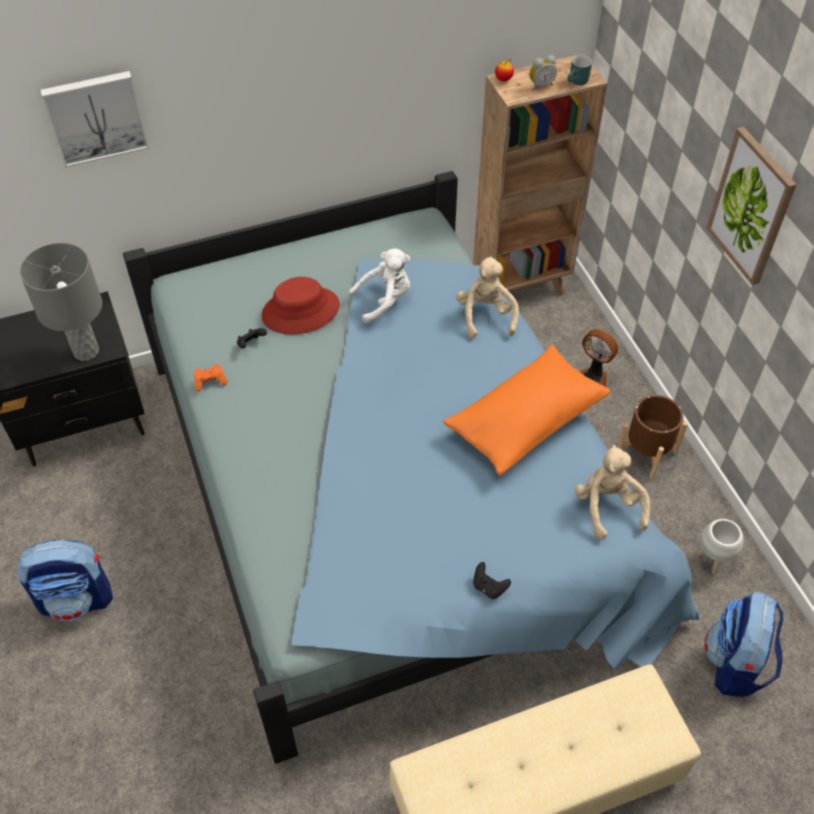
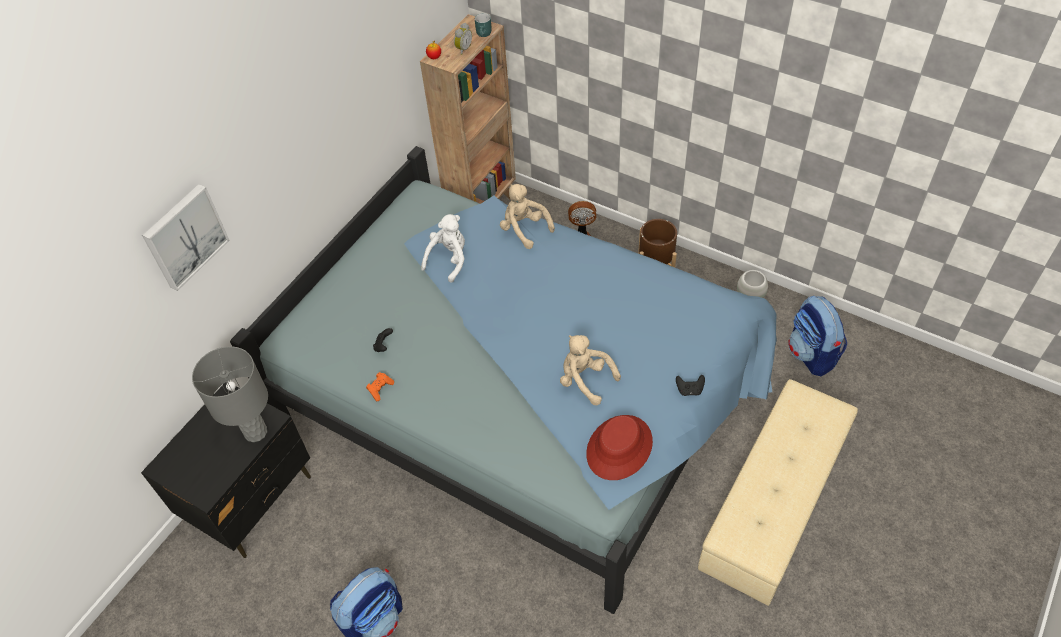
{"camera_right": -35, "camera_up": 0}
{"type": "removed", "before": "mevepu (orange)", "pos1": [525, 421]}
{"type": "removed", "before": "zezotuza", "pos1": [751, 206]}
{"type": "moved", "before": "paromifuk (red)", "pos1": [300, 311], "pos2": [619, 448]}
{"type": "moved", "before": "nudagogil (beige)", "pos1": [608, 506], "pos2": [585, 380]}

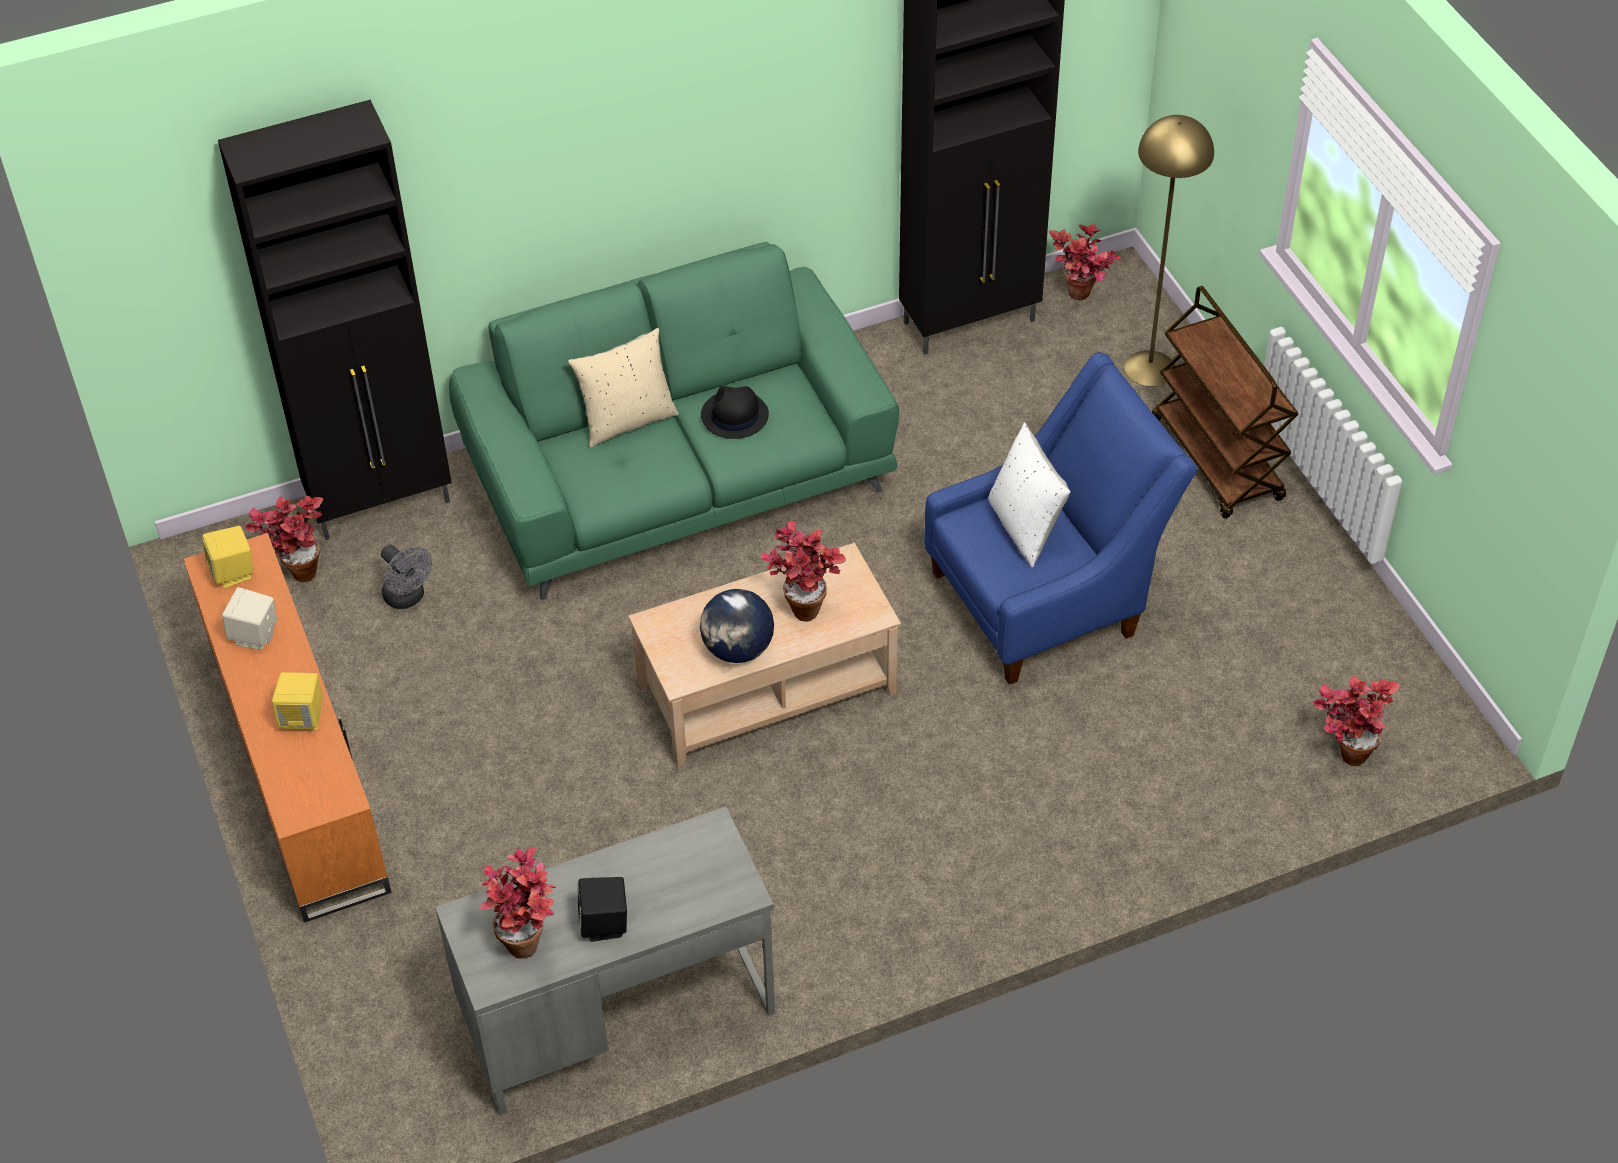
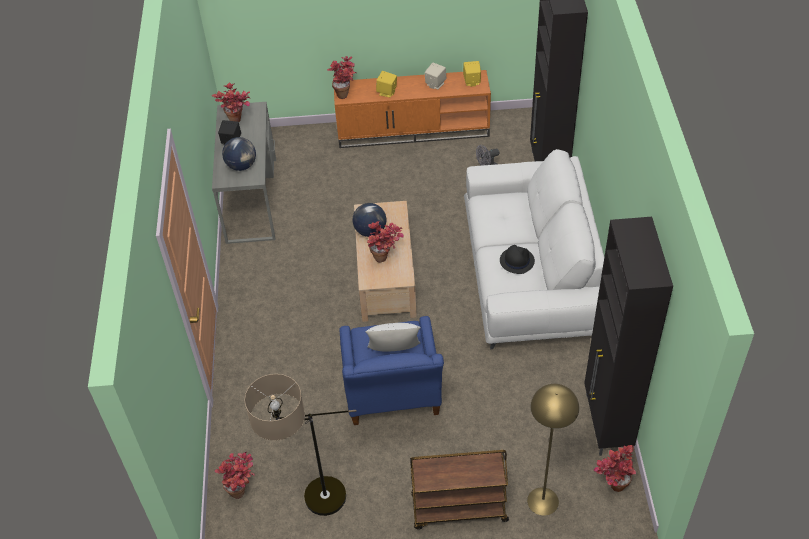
{"camera_right": 110, "camera_up": 0}
{"type": "removed", "before": "mevepu (beige)", "pos1": [627, 421]}
{"type": "added", "after": "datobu", "pos2": [242, 166]}
{"type": "added", "after": "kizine", "pos2": [311, 506]}
{"type": "moved", "before": "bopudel", "pos1": [296, 571], "pos2": [345, 93]}
{"type": "recoloured", "before": "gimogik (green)", "after": "gimogik (white)", "pos1": [679, 475], "pos2": [529, 273]}

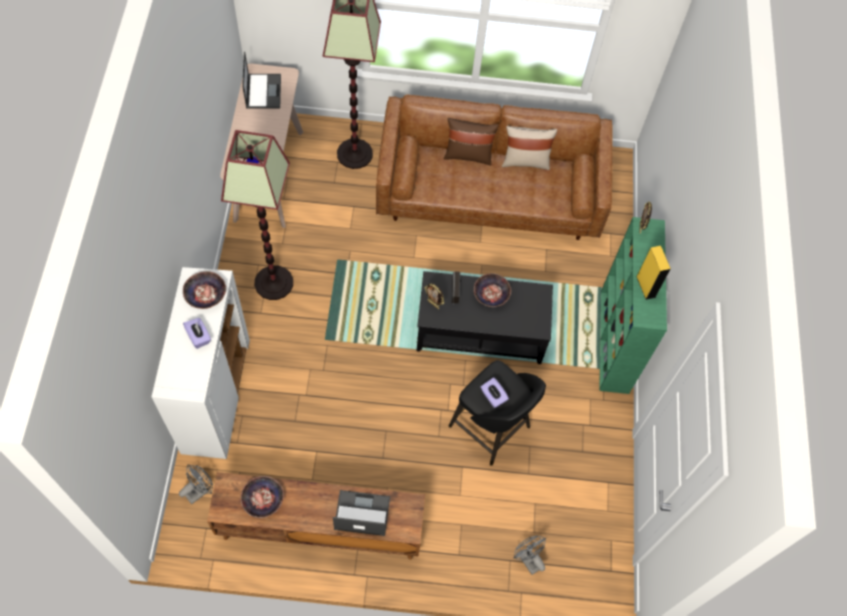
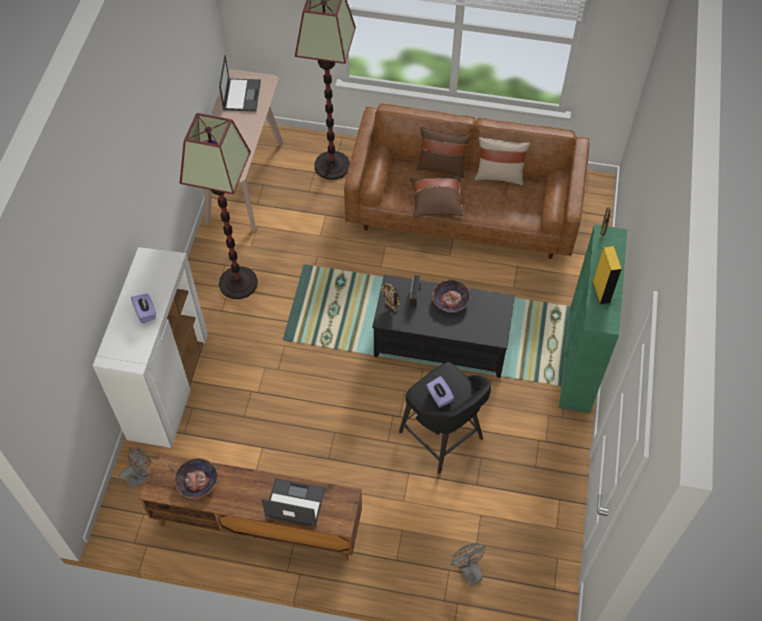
{"camera_right": 10, "camera_up": -5}
{"type": "removed", "before": "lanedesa", "pos1": [205, 294]}
{"type": "added", "after": "mevepu (brown)", "pos2": [436, 203]}

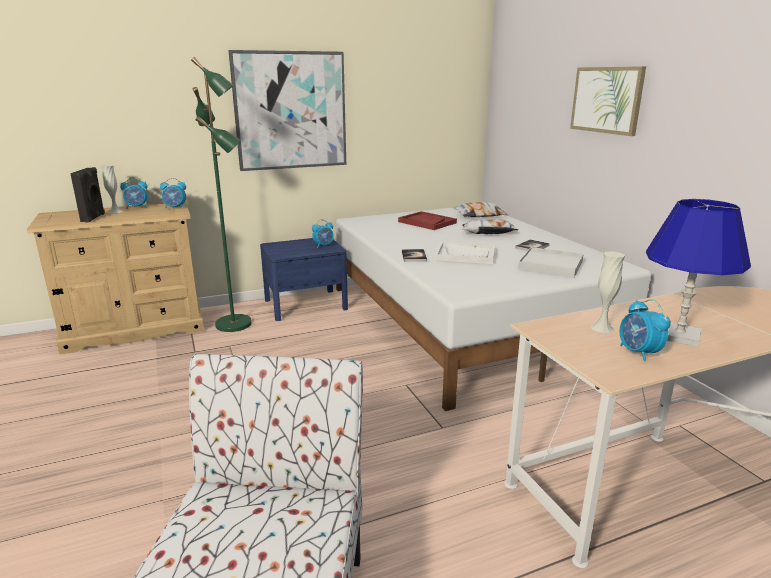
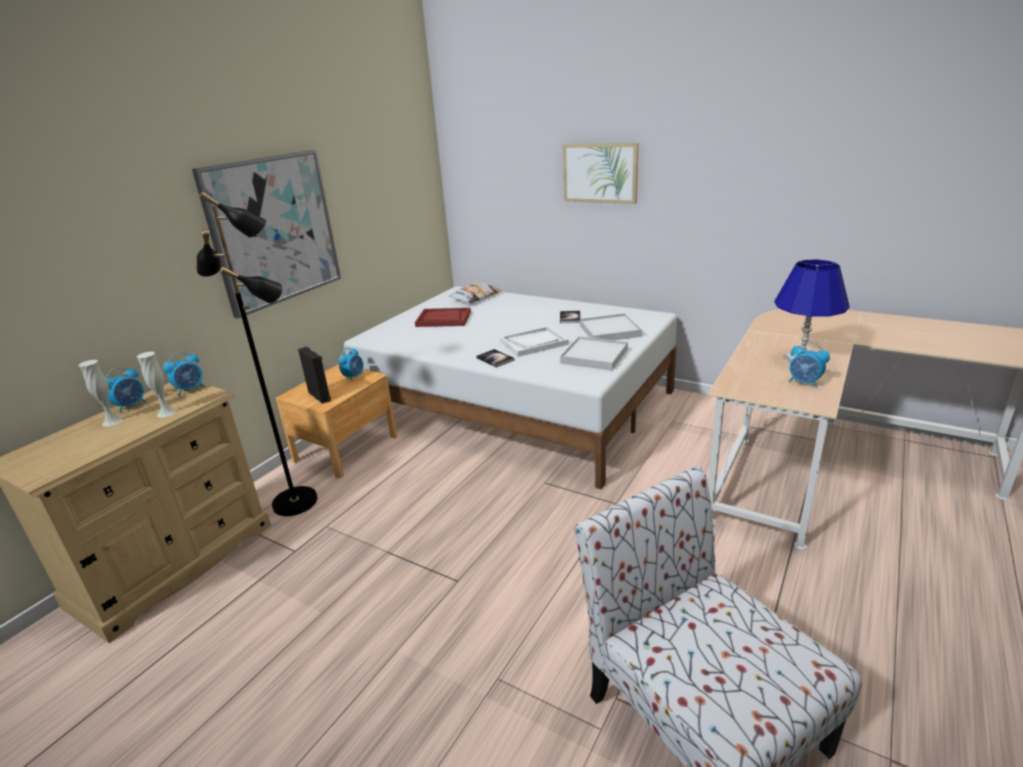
{"camera_right": -35, "camera_up": 5}
{"type": "removed", "before": "mevepu", "pos1": [488, 232]}
{"type": "added", "after": "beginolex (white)", "pos2": [594, 356]}
{"type": "moved", "before": "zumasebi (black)", "pos1": [94, 218], "pos2": [320, 396]}
{"type": "moved", "before": "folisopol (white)", "pos1": [602, 328], "pos2": [166, 413]}
{"type": "recoloured", "before": "kizine (green)", "after": "kizine (black)", "pos1": [235, 324], "pos2": [296, 501]}
{"type": "recoloured", "before": "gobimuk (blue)", "after": "gobimuk (brown)", "pos1": [305, 304], "pos2": [346, 448]}

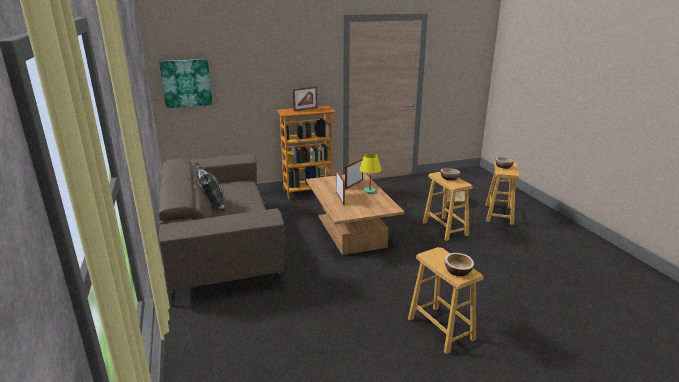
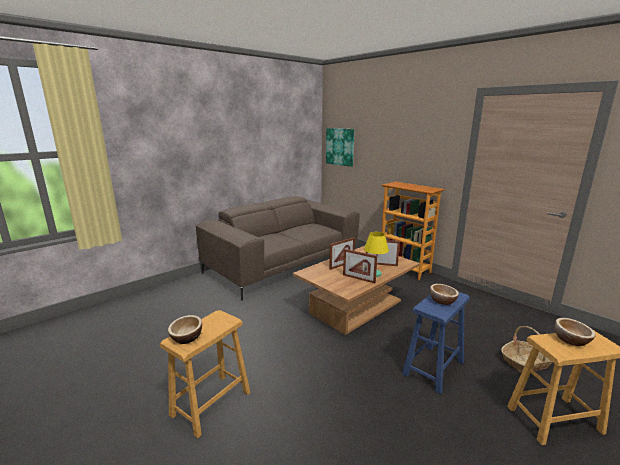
{"camera_right": 65, "camera_up": -5}
{"type": "removed", "before": "mevepu", "pos1": [212, 206]}
{"type": "moved", "before": "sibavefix", "pos1": [305, 109], "pos2": [358, 279]}
{"type": "recoloured", "before": "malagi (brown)", "after": "malagi (blue)", "pos1": [445, 229], "pos2": [433, 368]}

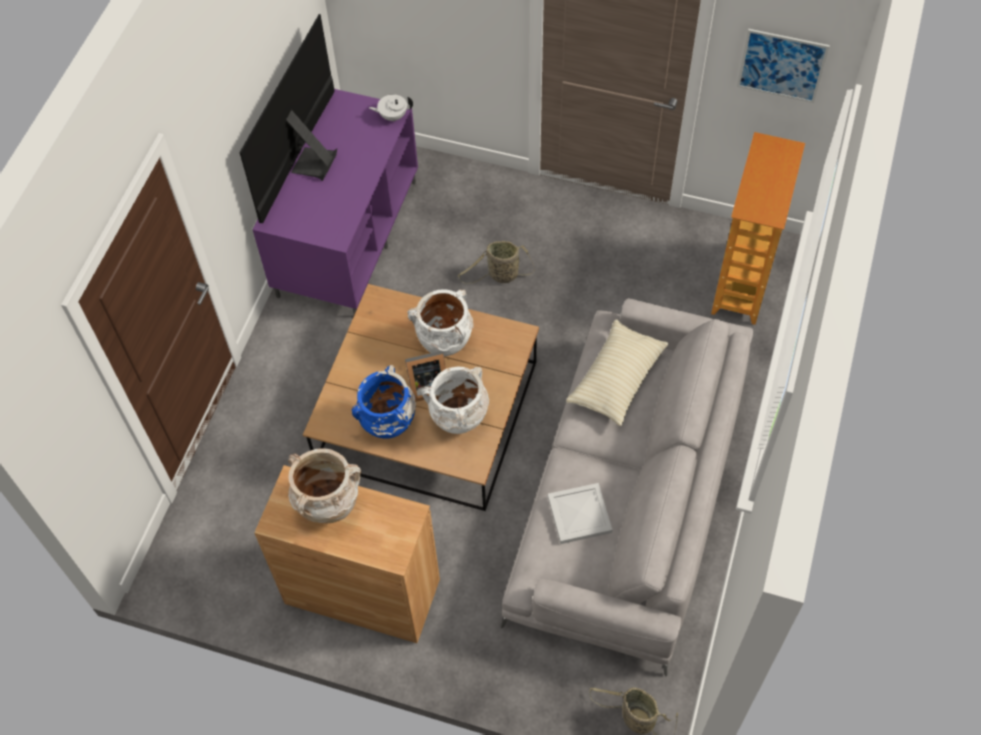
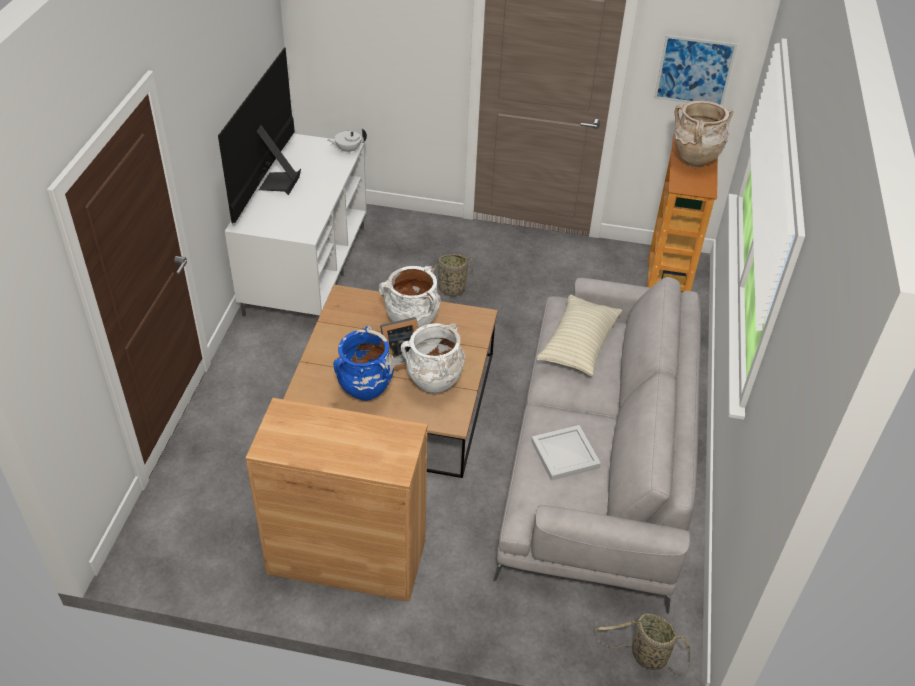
{"camera_right": -10, "camera_up": -15}
{"type": "moved", "before": "folisopol (beige)", "pos1": [328, 509], "pos2": [693, 164]}
{"type": "recoloured", "before": "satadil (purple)", "after": "satadil (white)", "pos1": [347, 236], "pos2": [305, 268]}

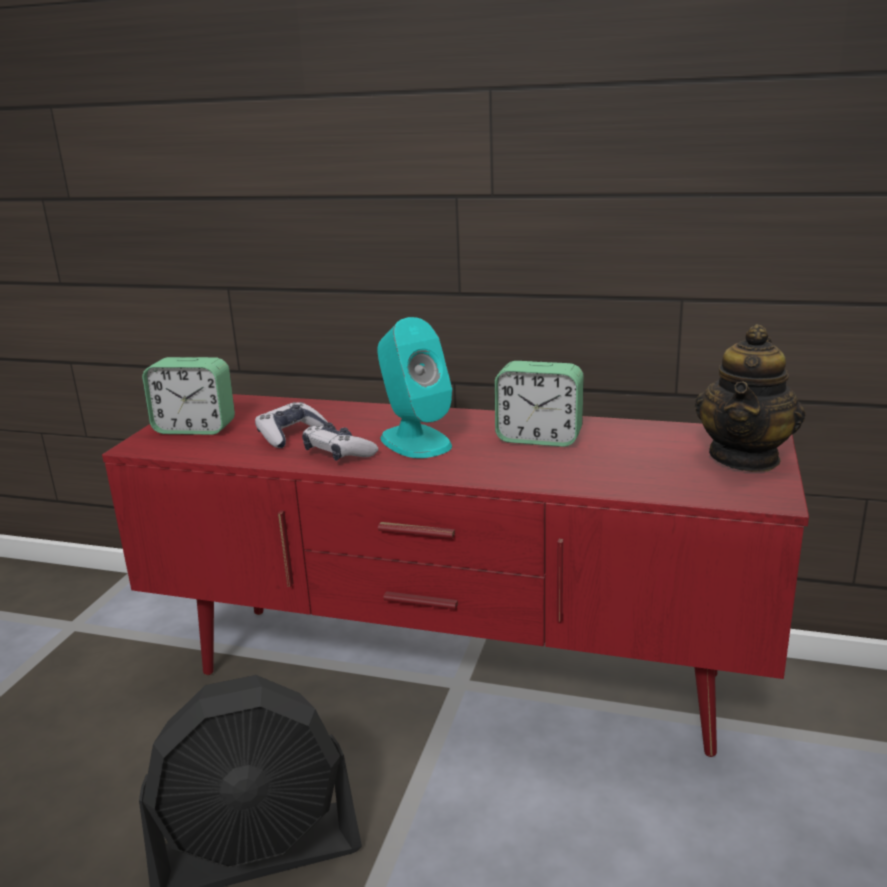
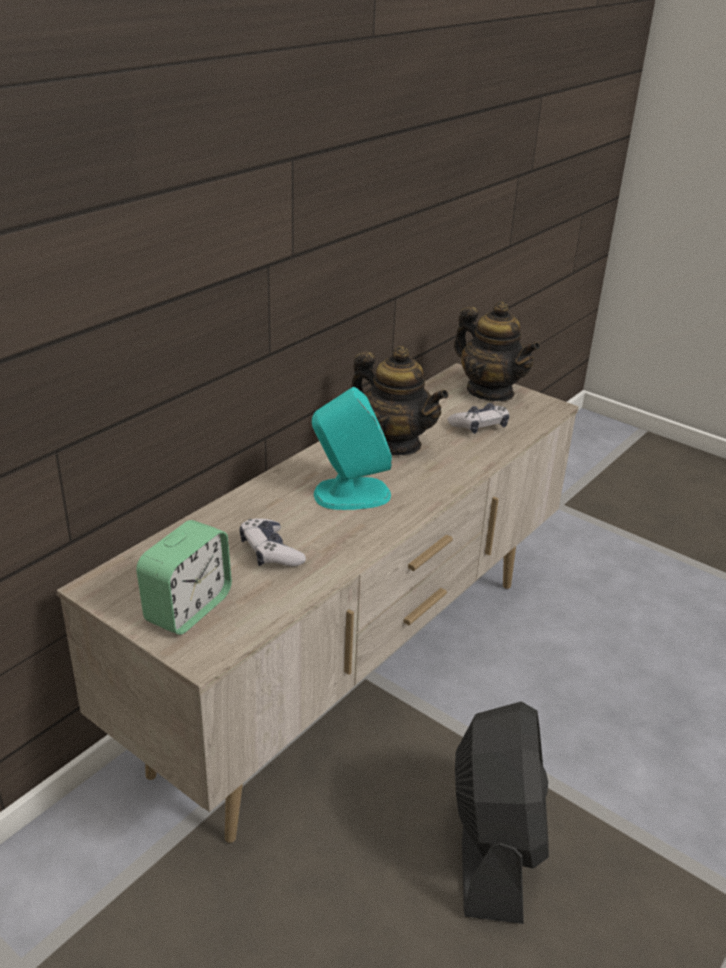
{"camera_right": -70, "camera_up": 10}
{"type": "moved", "before": "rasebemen", "pos1": [338, 453], "pos2": [479, 426]}
{"type": "replaced", "before": "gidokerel", "after": "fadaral", "pos1": [539, 438], "pos2": [394, 443]}
{"type": "recoloured", "before": "satadil (red)", "after": "satadil (beige)", "pos1": [454, 677], "pos2": [354, 671]}

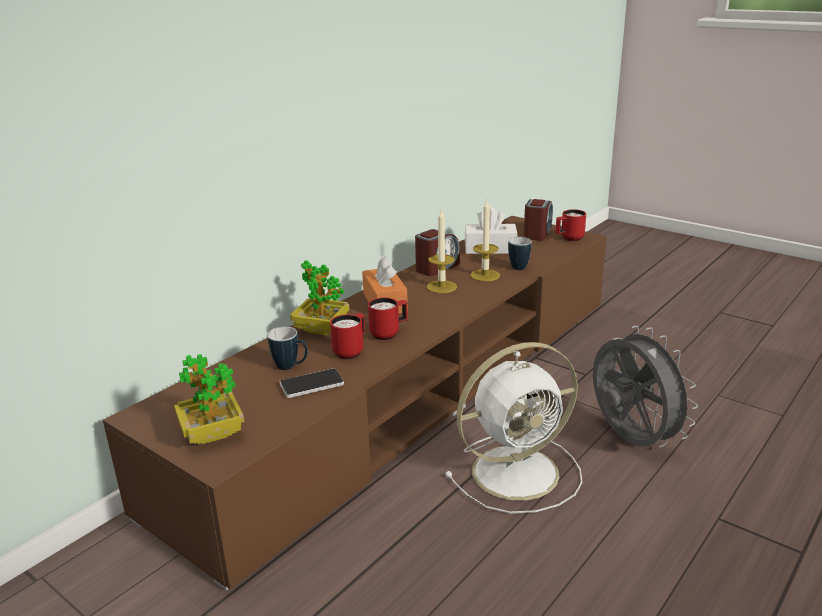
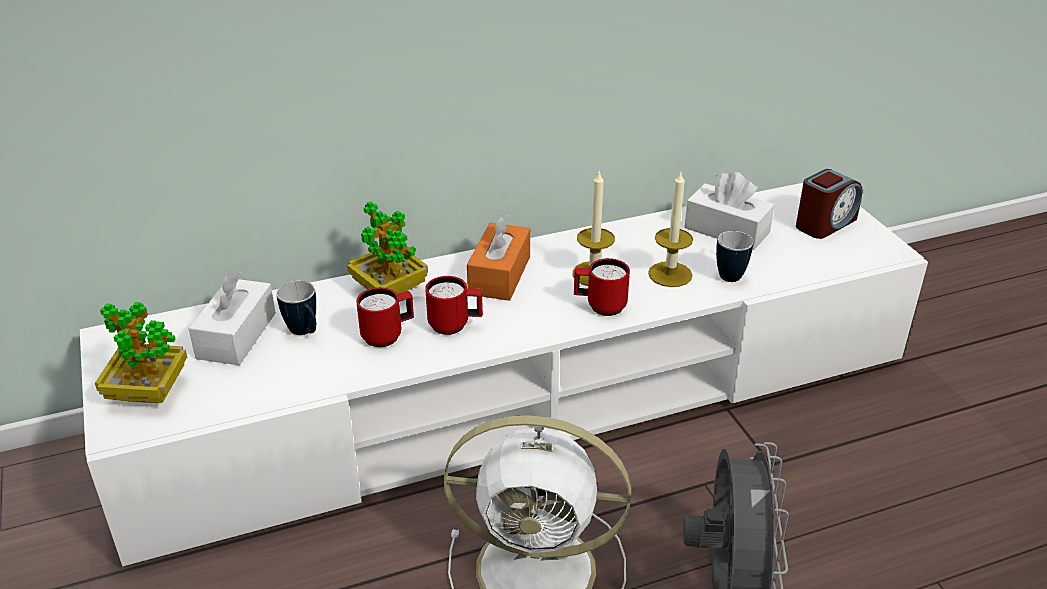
{"camera_right": 30, "camera_up": 10}
{"type": "removed", "before": "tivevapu", "pos1": [311, 384]}
{"type": "removed", "before": "gidokerel", "pos1": [437, 267]}
{"type": "added", "after": "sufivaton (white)", "pos2": [236, 335]}
{"type": "moved", "before": "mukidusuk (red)", "pos1": [569, 239], "pos2": [600, 306]}
{"type": "recoloured", "before": "satadil (brown)", "after": "satadil (white)", "pos1": [414, 392], "pos2": [525, 398]}

